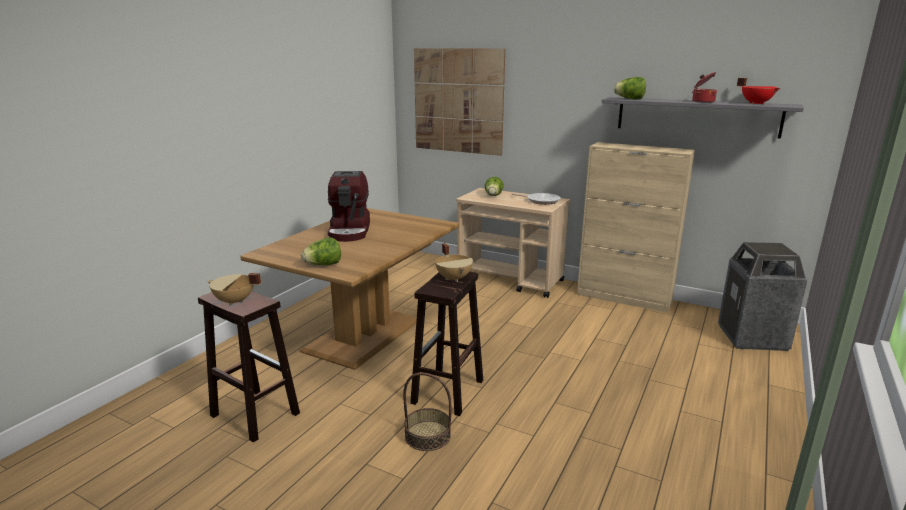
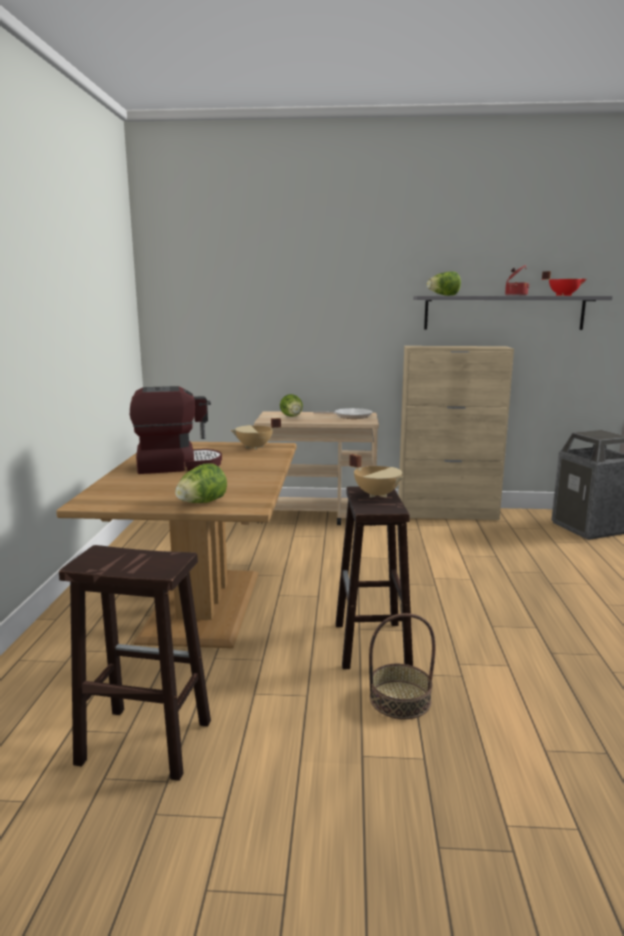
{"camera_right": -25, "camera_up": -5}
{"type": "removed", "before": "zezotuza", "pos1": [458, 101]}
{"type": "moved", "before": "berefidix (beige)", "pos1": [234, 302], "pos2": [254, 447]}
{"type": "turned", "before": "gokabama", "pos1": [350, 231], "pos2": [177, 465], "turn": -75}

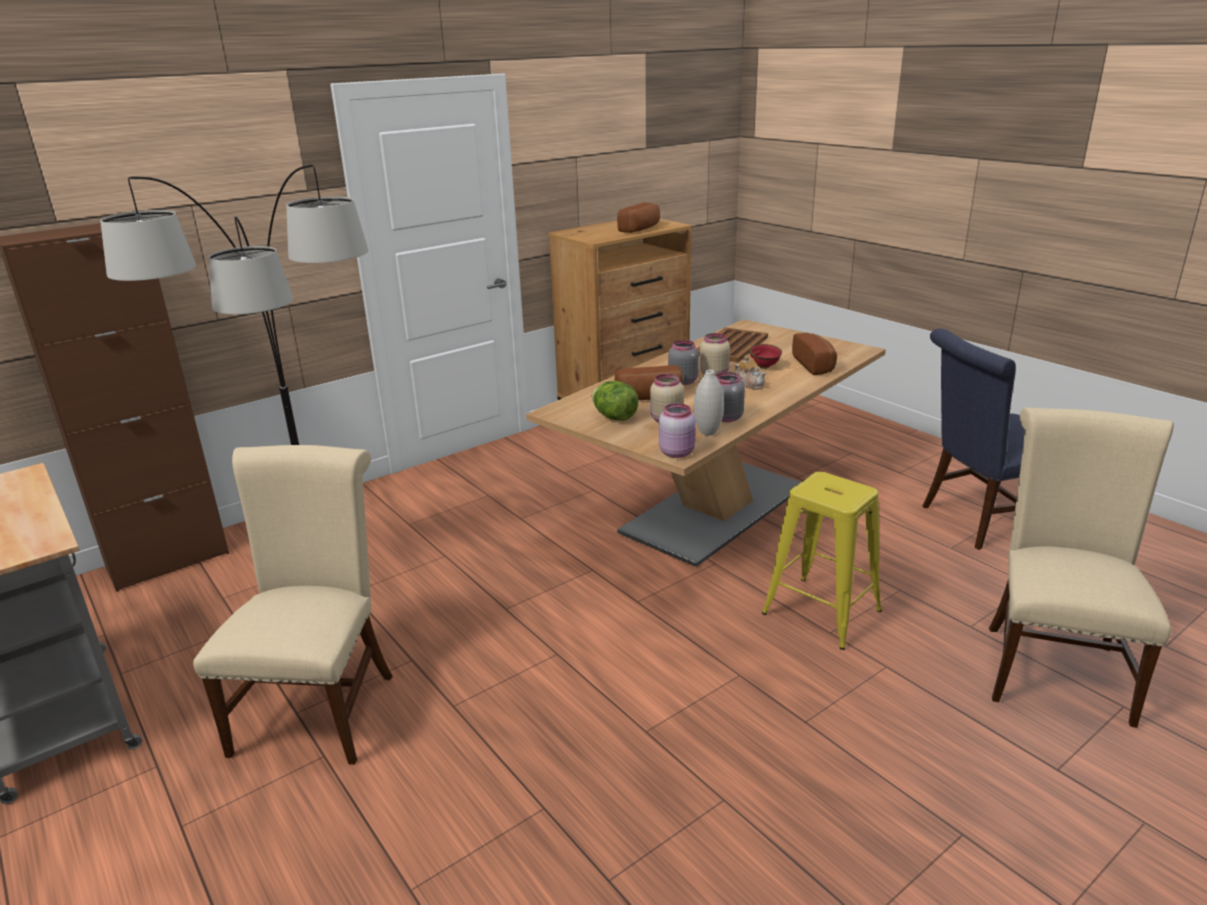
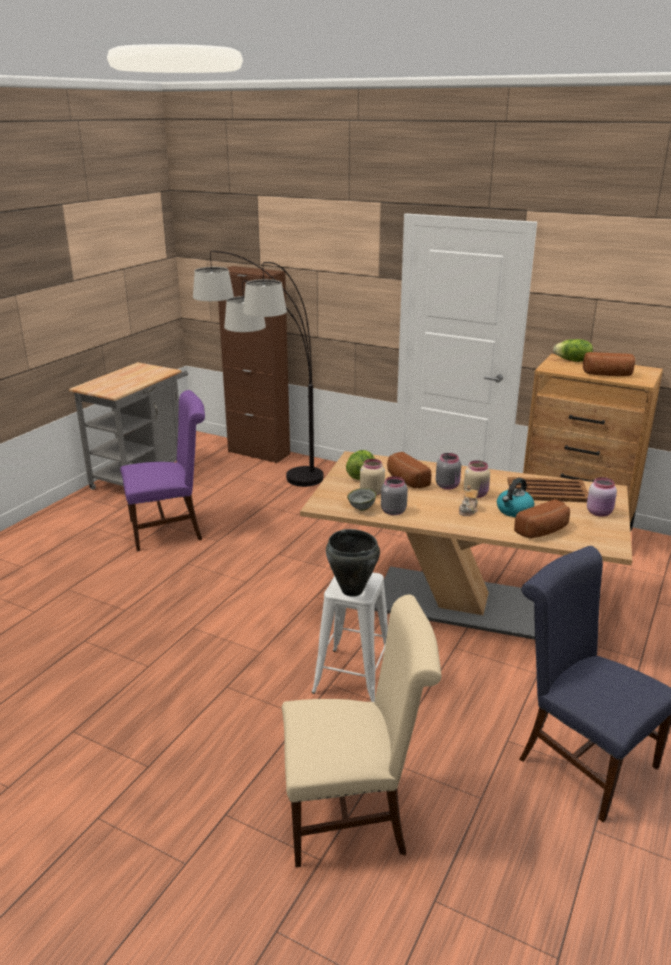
{"camera_right": 65, "camera_up": 0}
{"type": "added", "after": "berefidix (black)", "pos2": [352, 591]}
{"type": "added", "after": "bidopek", "pos2": [573, 361]}
{"type": "moved", "before": "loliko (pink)", "pos1": [677, 452], "pos2": [600, 513]}
{"type": "replaced", "before": "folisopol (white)", "after": "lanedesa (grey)", "pos1": [708, 432], "pos2": [362, 509]}
{"type": "replaced", "before": "lanedesa (red)", "after": "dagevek", "pos1": [764, 367], "pos2": [514, 511]}
{"type": "recoloured", "before": "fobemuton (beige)", "after": "fobemuton (purple)", "pos1": [319, 706], "pos2": [171, 529]}
{"type": "recoloured", "before": "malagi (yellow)", "after": "malagi (white)", "pos1": [821, 612], "pos2": [353, 677]}

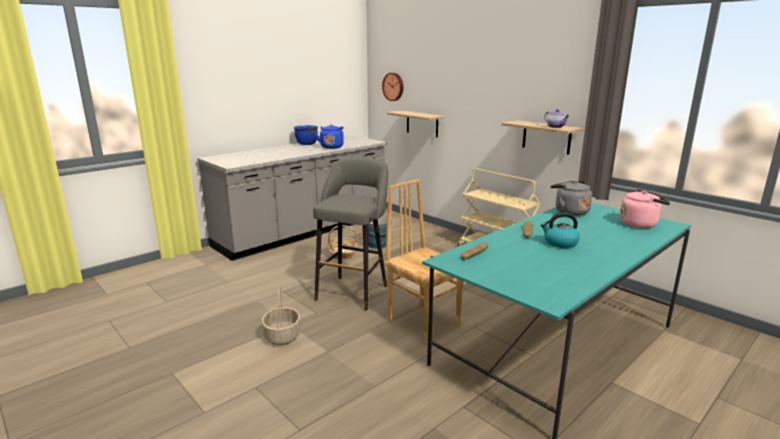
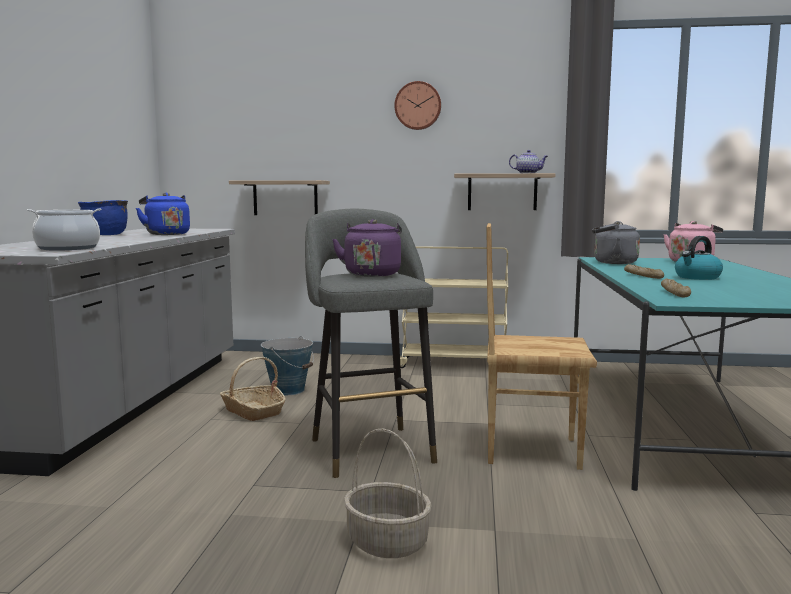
{"camera_right": -40, "camera_up": -10}
{"type": "added", "after": "berefidix", "pos2": [67, 248]}
{"type": "added", "after": "dagevek (purple)", "pos2": [372, 274]}
{"type": "moved", "before": "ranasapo", "pos1": [393, 86], "pos2": [418, 106]}

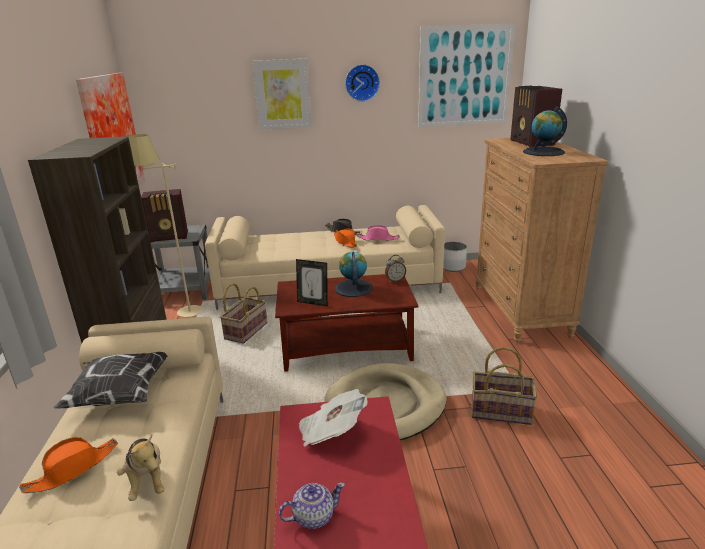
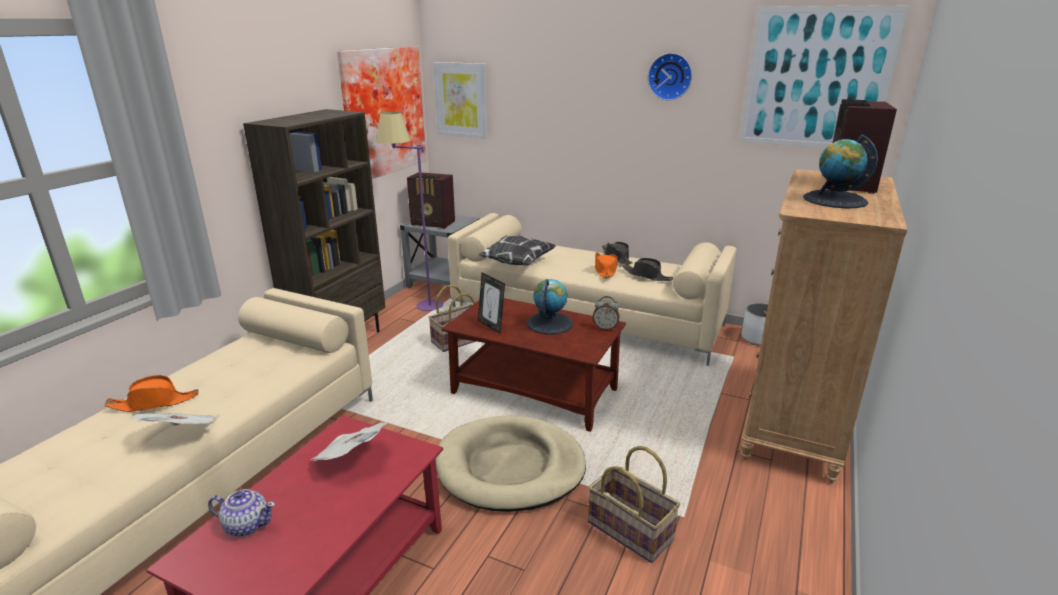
{"camera_right": 30, "camera_up": 0}
{"type": "moved", "before": "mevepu", "pos1": [119, 394], "pos2": [516, 263]}
{"type": "moved", "before": "zezotuza", "pos1": [282, 94], "pos2": [461, 100]}
{"type": "replaced", "before": "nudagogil", "after": "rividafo", "pos1": [146, 480], "pos2": [184, 434]}
{"type": "recoloured", "before": "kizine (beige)", "after": "kizine (purple)", "pos1": [182, 316], "pos2": [418, 308]}
{"type": "recoloured", "before": "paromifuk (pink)", "after": "paromifuk (black)", "pos1": [378, 238], "pos2": [646, 275]}

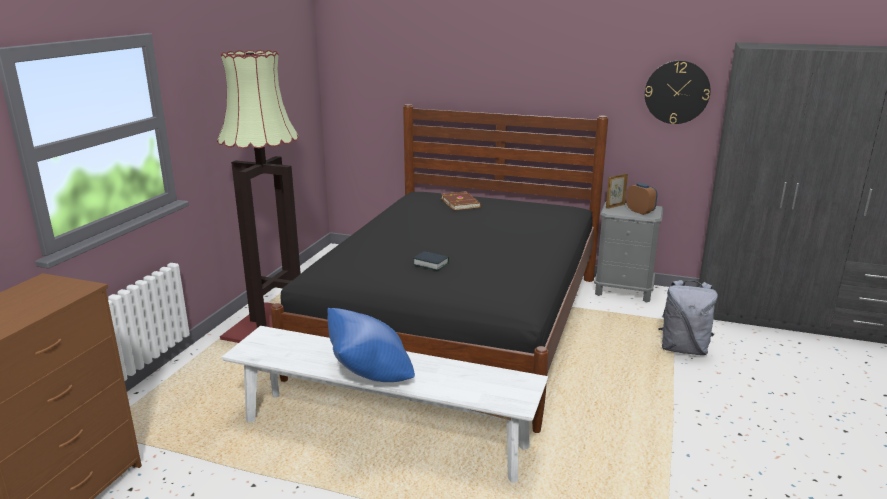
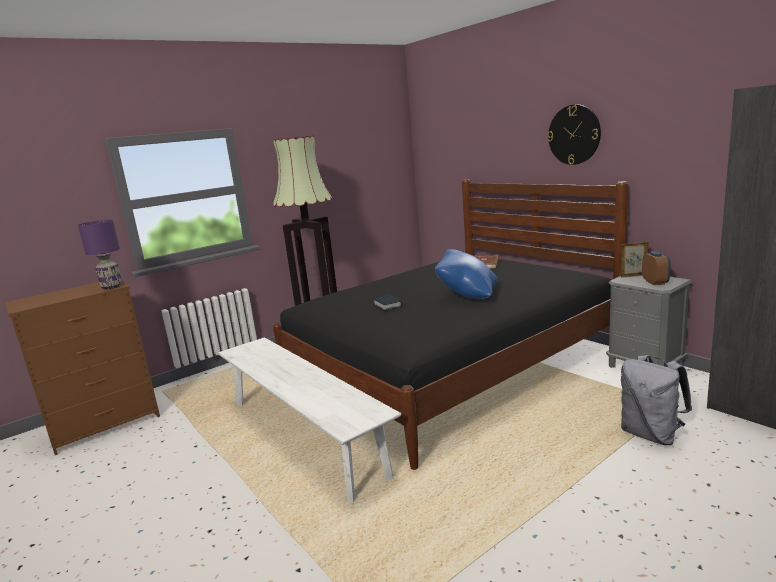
{"camera_right": 35, "camera_up": -5}
{"type": "added", "after": "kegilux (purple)", "pos2": [111, 287]}
{"type": "moved", "before": "mevepu (blue)", "pos1": [370, 373], "pos2": [467, 295]}
{"type": "moved", "before": "ranasapo", "pos1": [677, 92], "pos2": [574, 135]}

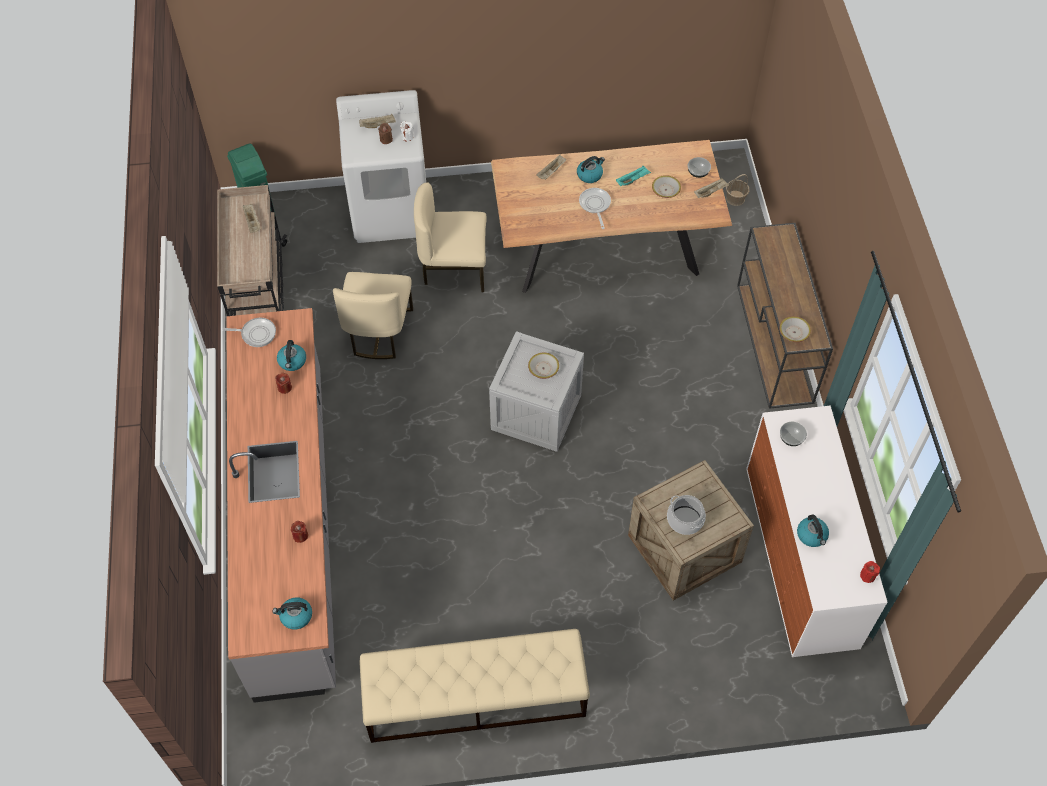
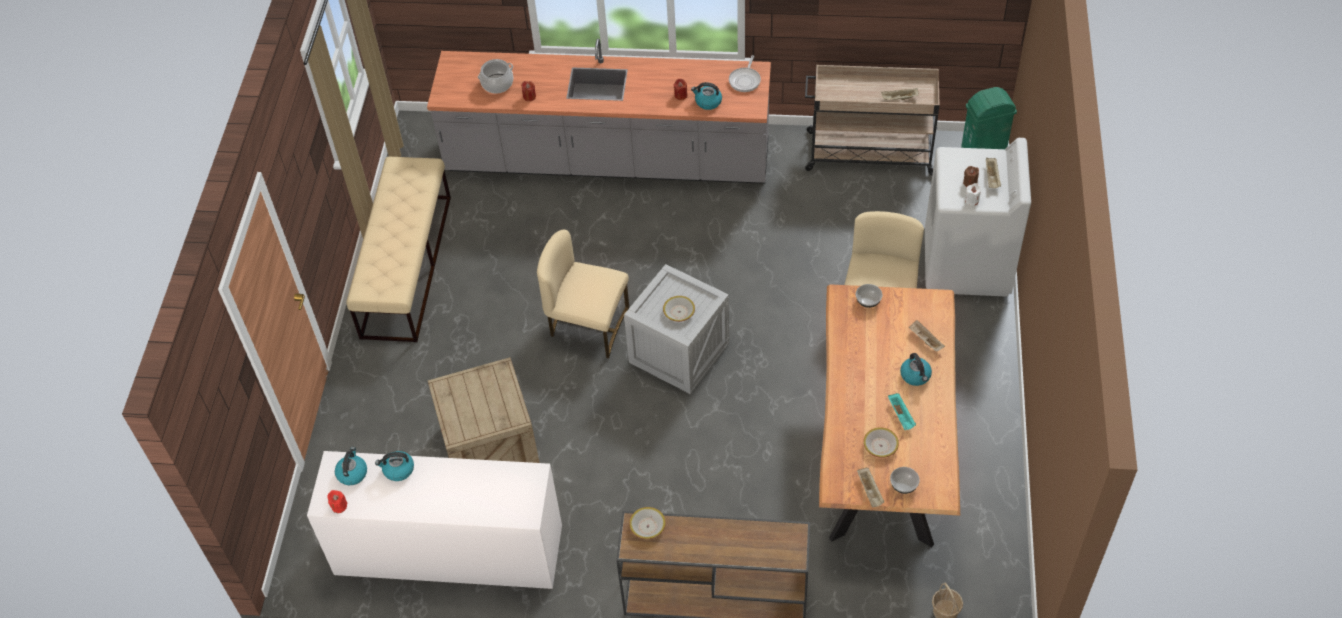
{"camera_right": 105, "camera_up": -5}
{"type": "removed", "before": "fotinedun", "pos1": [595, 205]}
{"type": "moved", "before": "dagevek", "pos1": [295, 616], "pos2": [352, 473]}
{"type": "moved", "before": "fobemuton (beige)", "pos1": [378, 332], "pos2": [588, 325]}
{"type": "moved", "before": "berefidix", "pos1": [684, 520], "pos2": [497, 83]}
{"type": "moved", "before": "lanedesa", "pos1": [791, 438], "pos2": [868, 301]}

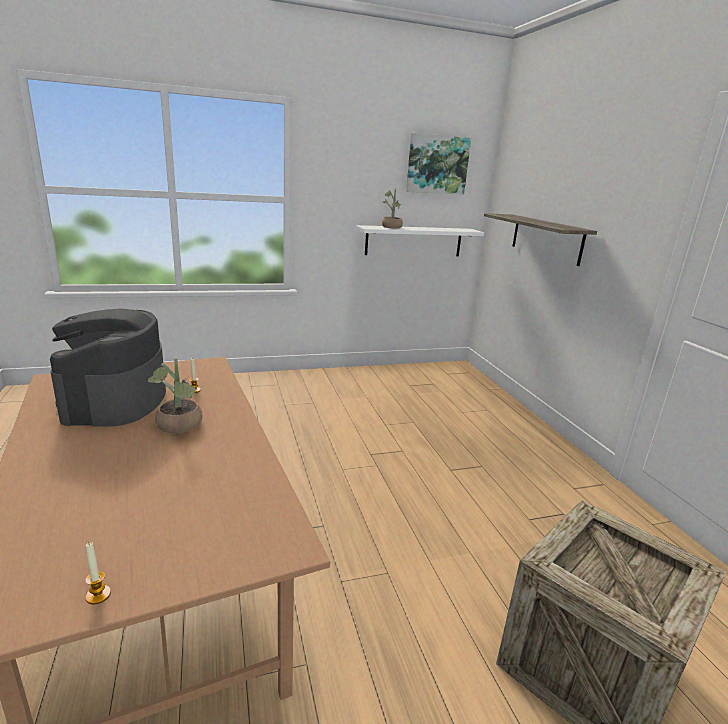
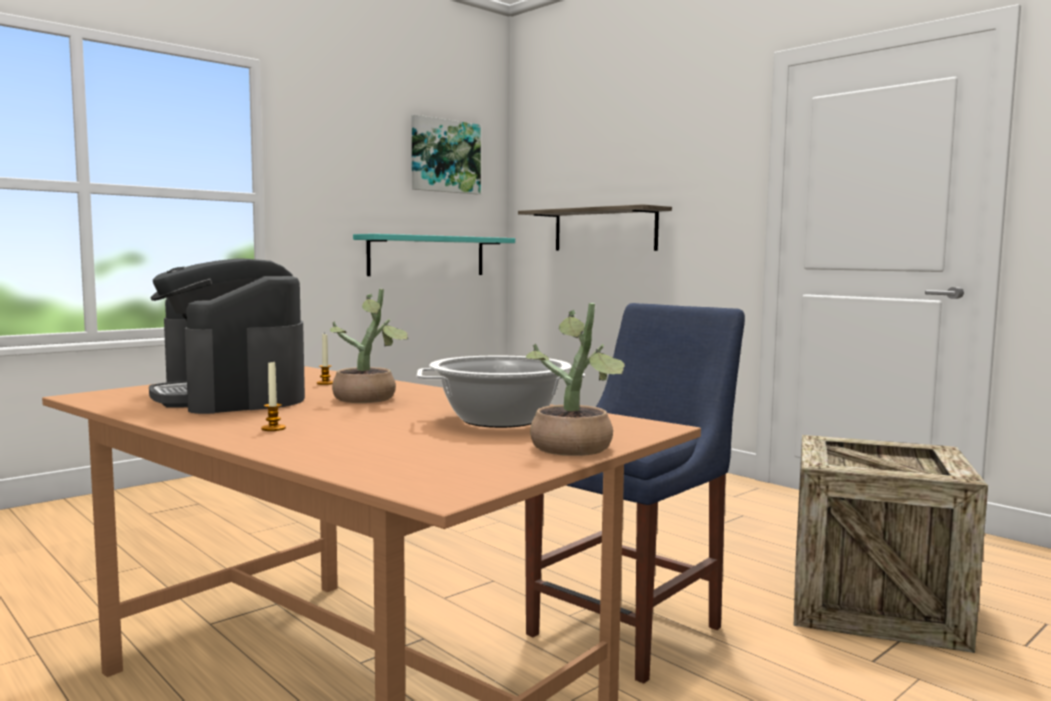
{"camera_right": -25, "camera_up": -15}
{"type": "added", "after": "berefidix", "pos2": [499, 420]}
{"type": "added", "after": "fobemuton (blue)", "pos2": [632, 628]}
{"type": "moved", "before": "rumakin", "pos1": [98, 595], "pos2": [273, 428]}
{"type": "moved", "before": "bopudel", "pos1": [391, 227], "pos2": [574, 450]}
{"type": "recoloured", "before": "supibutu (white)", "after": "supibutu (turquoise)", "pos1": [414, 241], "pos2": [427, 256]}

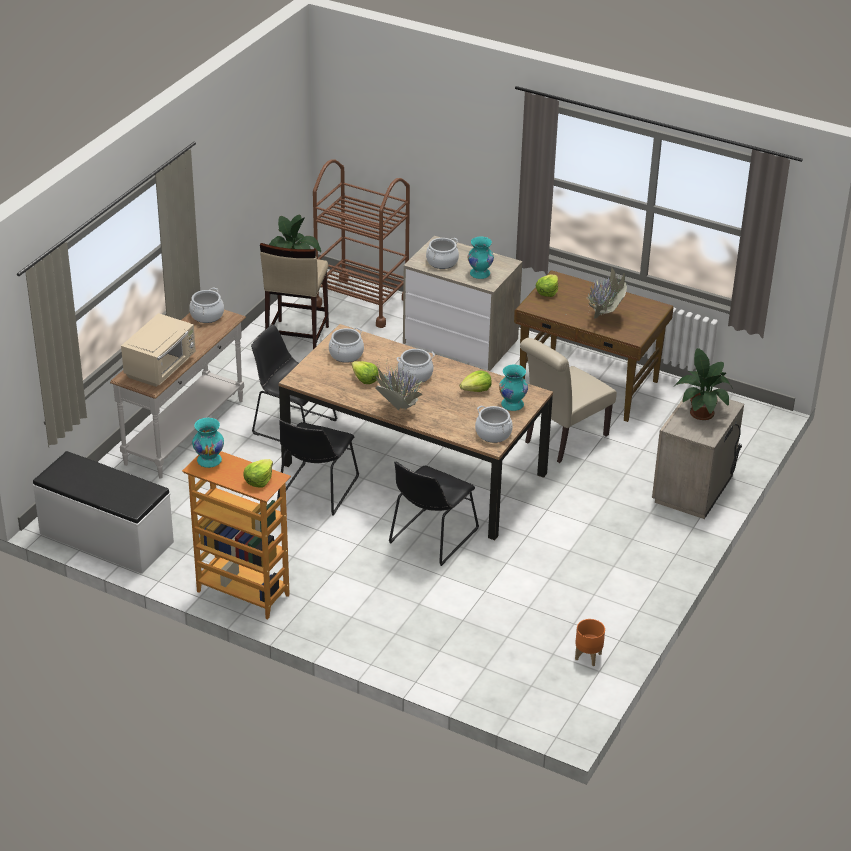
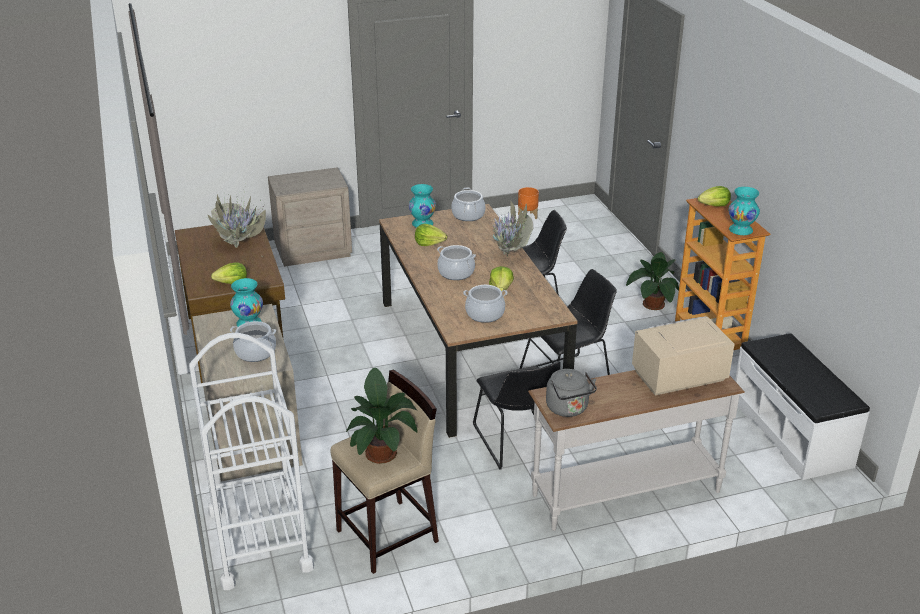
{"camera_right": -135, "camera_up": -5}
{"type": "removed", "before": "fobemuton (beige)", "pos1": [562, 440]}
{"type": "moved", "before": "bopudel", "pos1": [701, 411], "pos2": [652, 305]}
{"type": "replaced", "before": "berefidix", "after": "dagevek (grey)", "pos1": [207, 315], "pos2": [568, 409]}
{"type": "recoloured", "before": "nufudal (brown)", "after": "nufudal (white)", "pos1": [362, 302], "pos2": [259, 540]}

